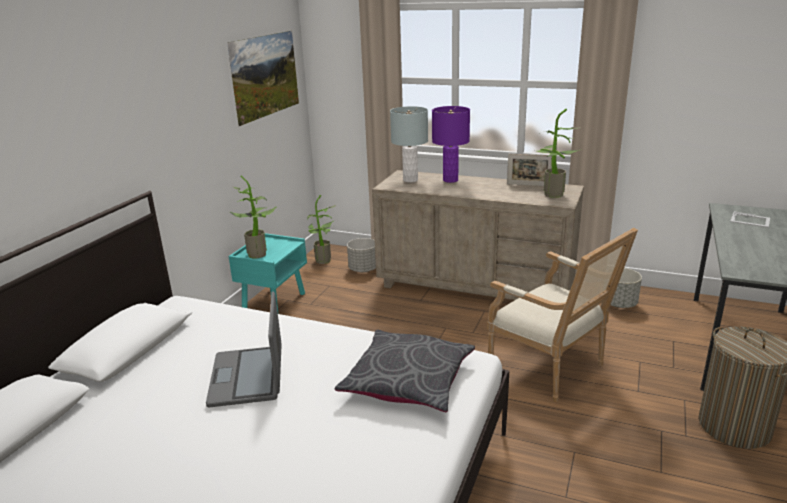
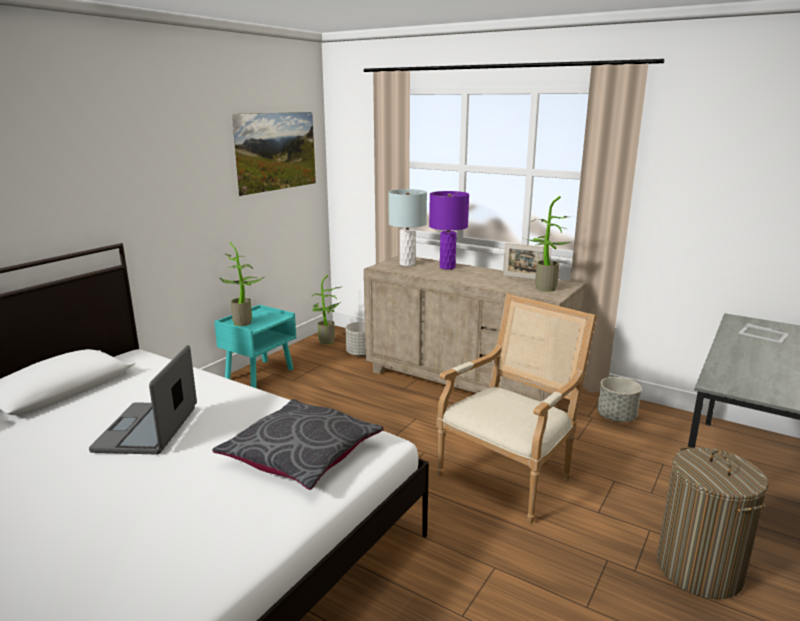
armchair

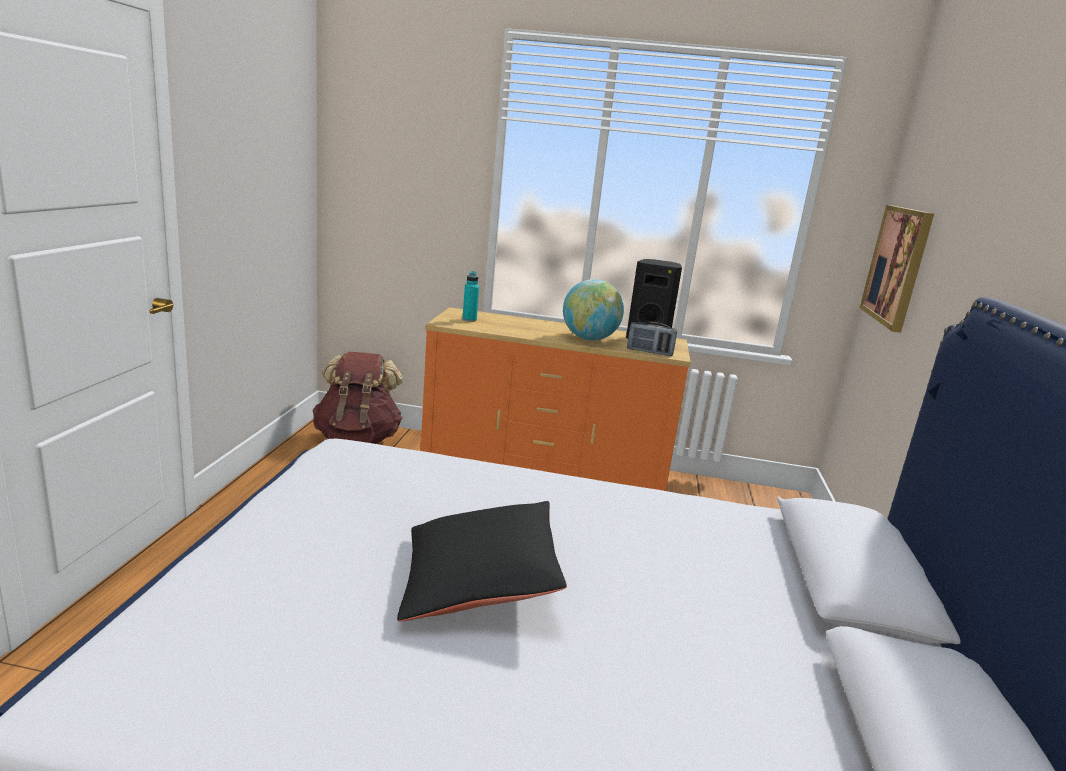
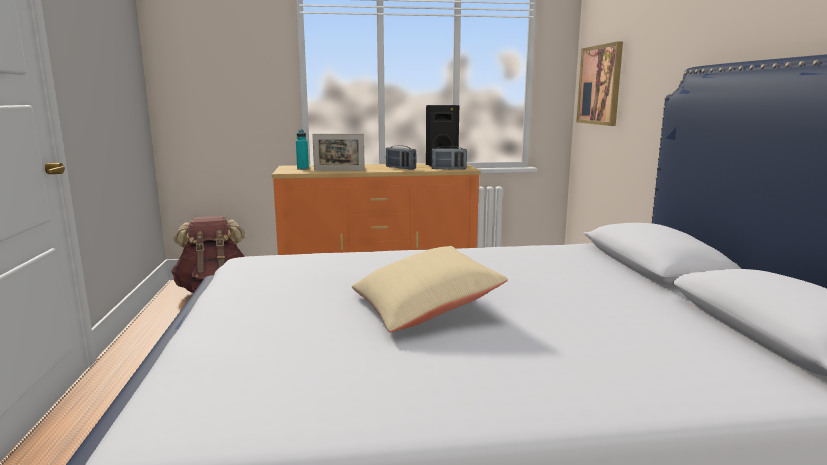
beige pillow
radio (1st from left)
picture frame

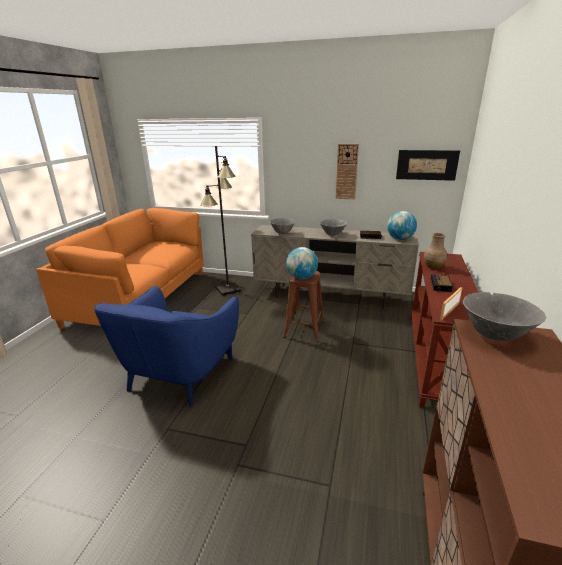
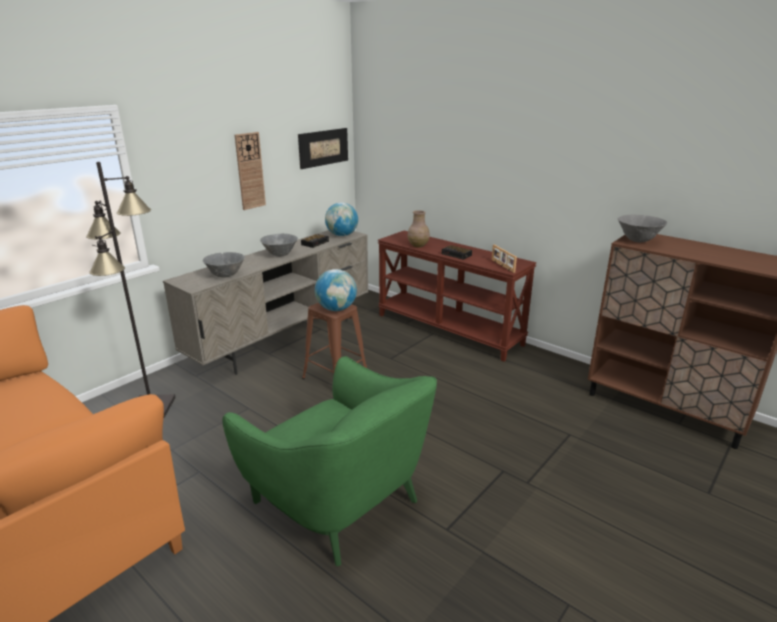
green armchair

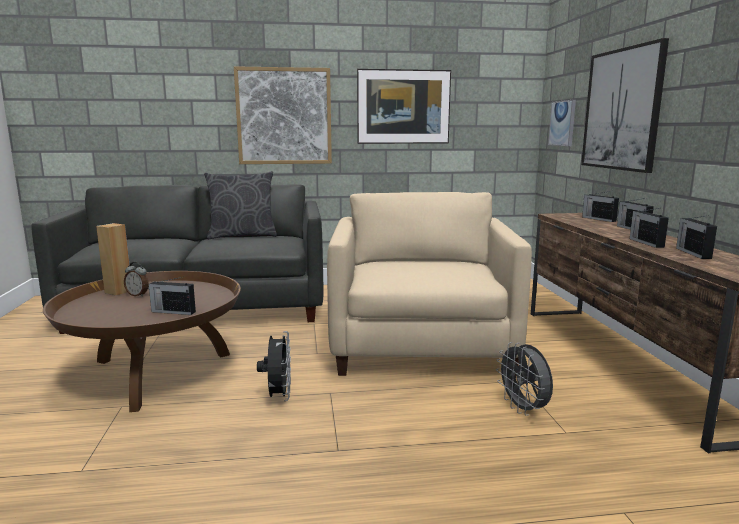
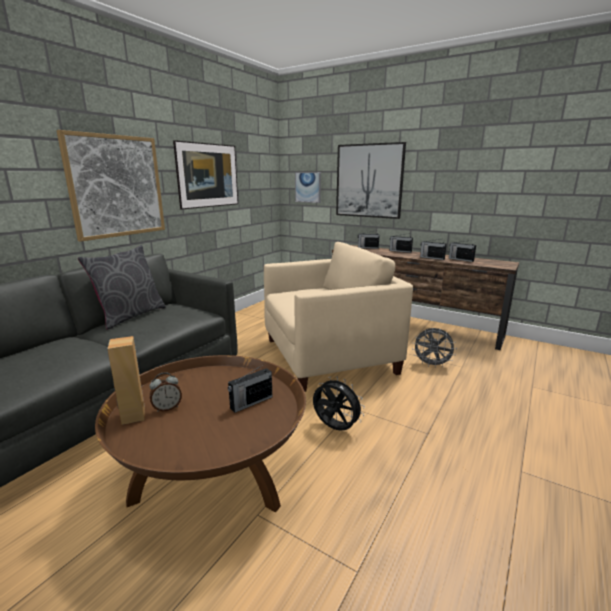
beige armchair

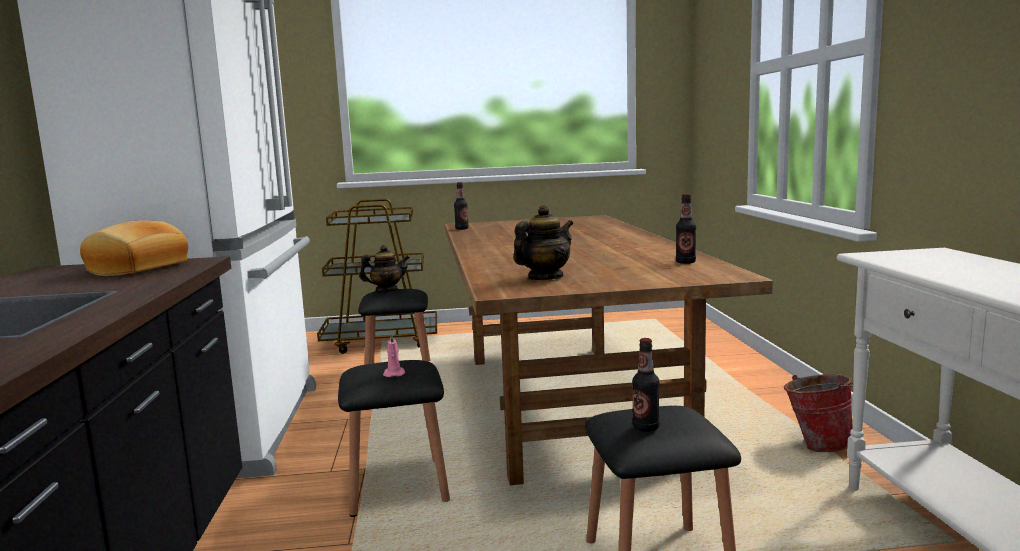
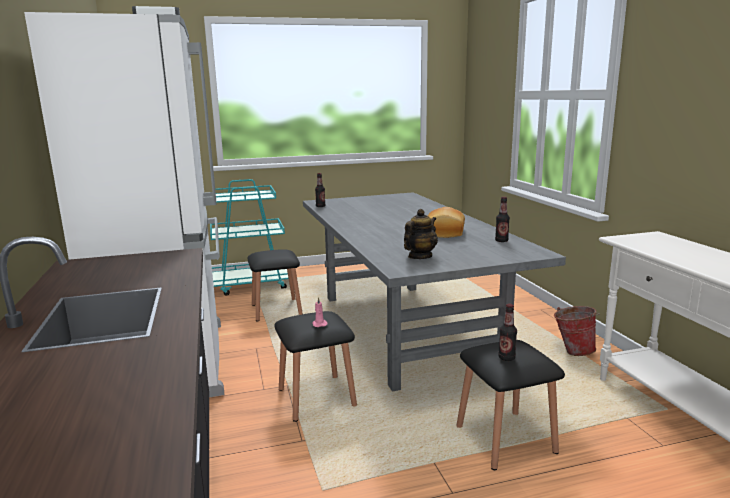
bread
turquoise cart
teapot (1st from left in the first image)
grey dining table

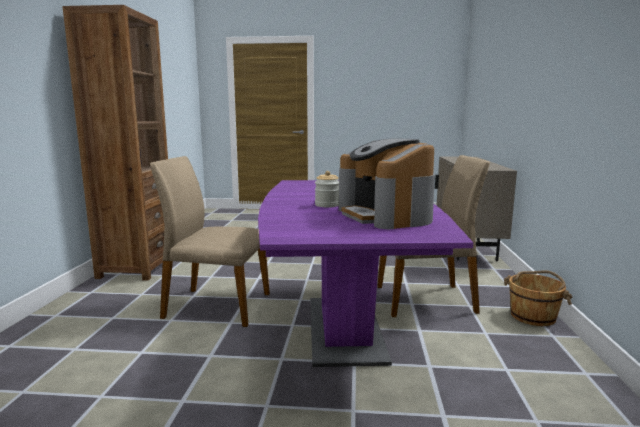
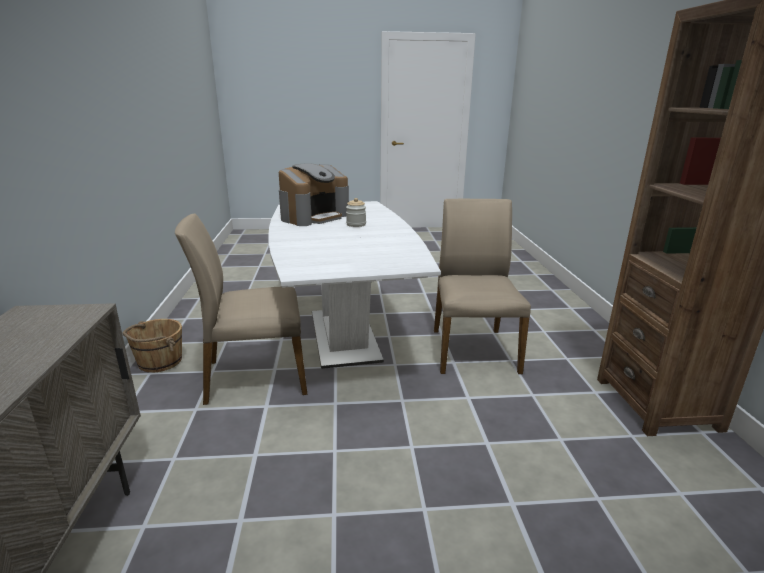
beige chair (2nd from left)
white dining table
coffee machine

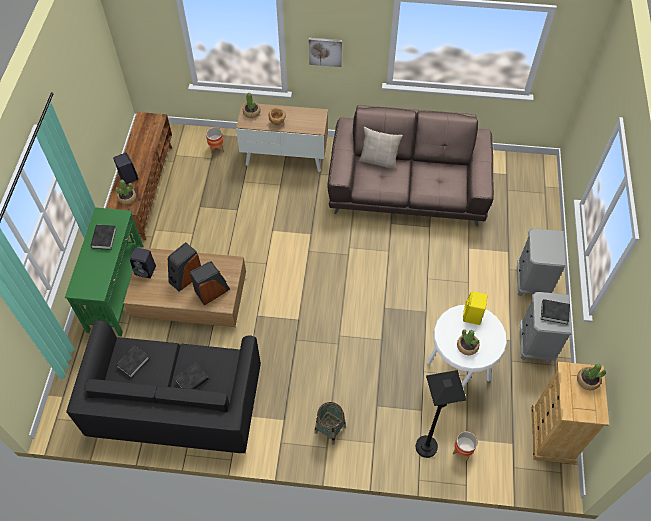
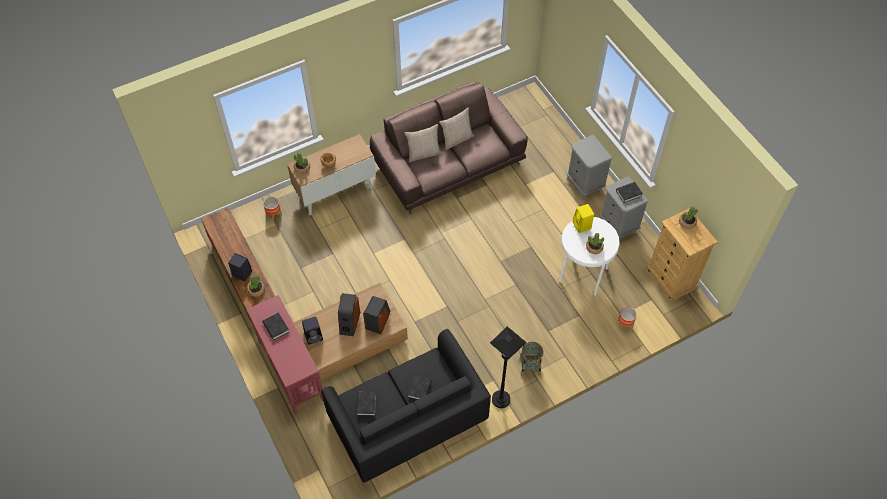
red console table
picture
black floor lamp
beige pillow (2nd from left)

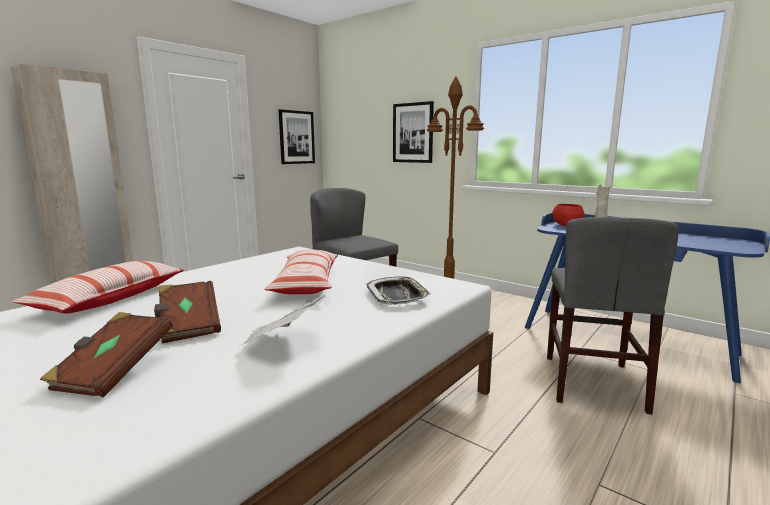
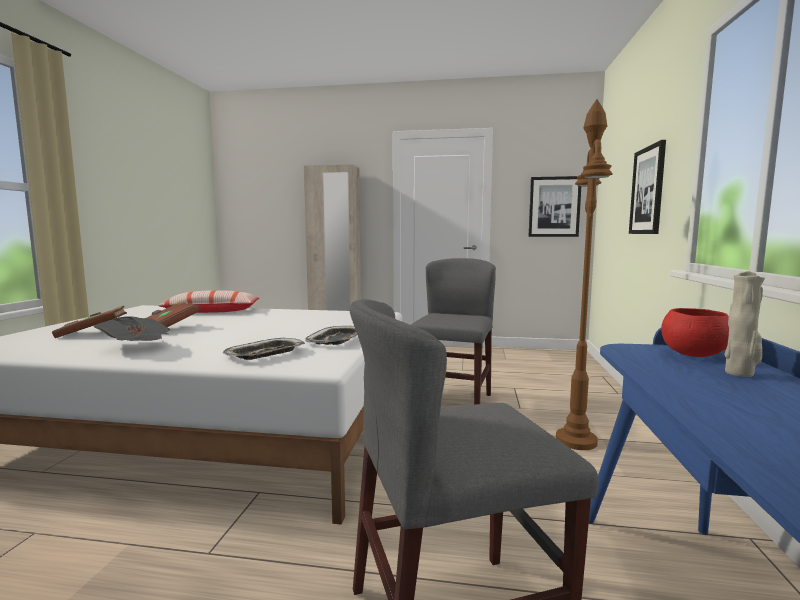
pillow (2nd from left in the first image)
tray (2nd from left)

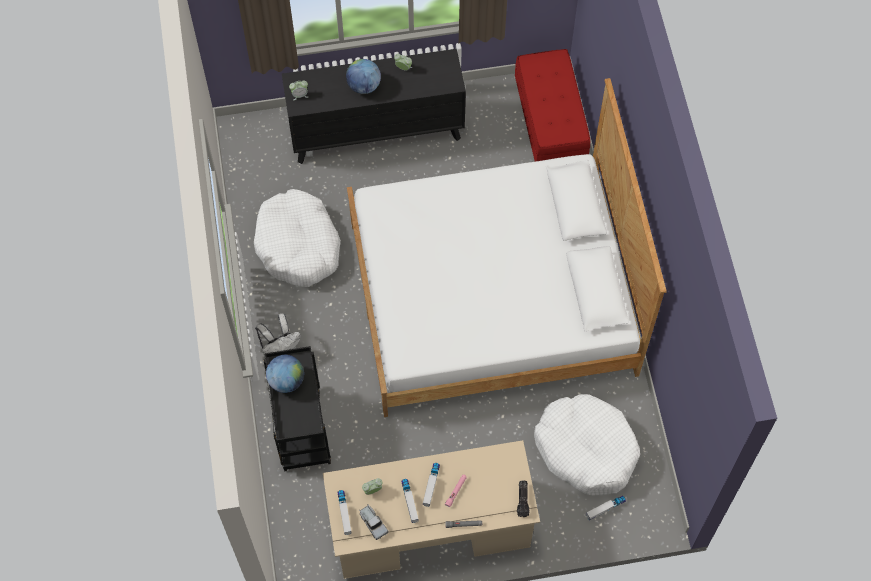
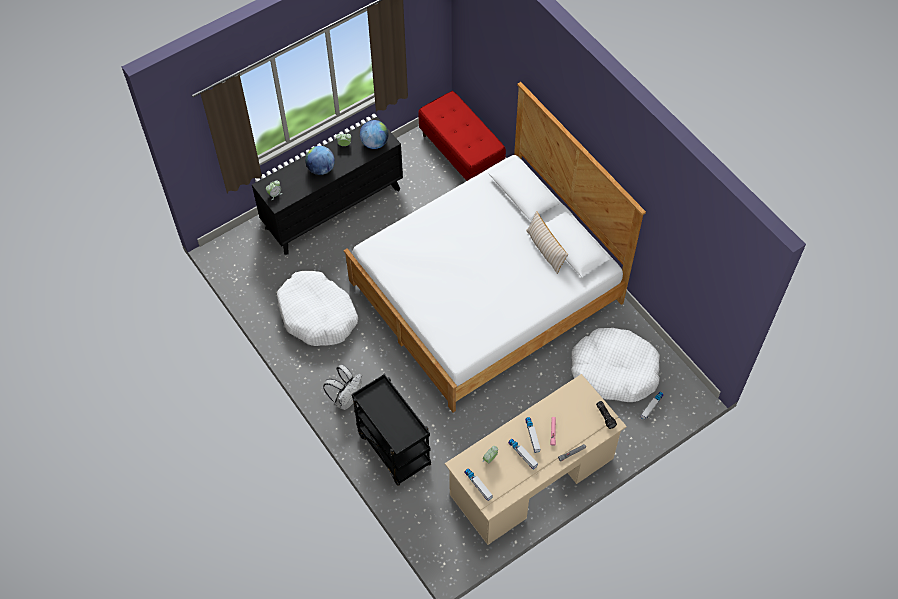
globe (2nd from left)
toy truck (2nd from left in the first image)
beige pillow

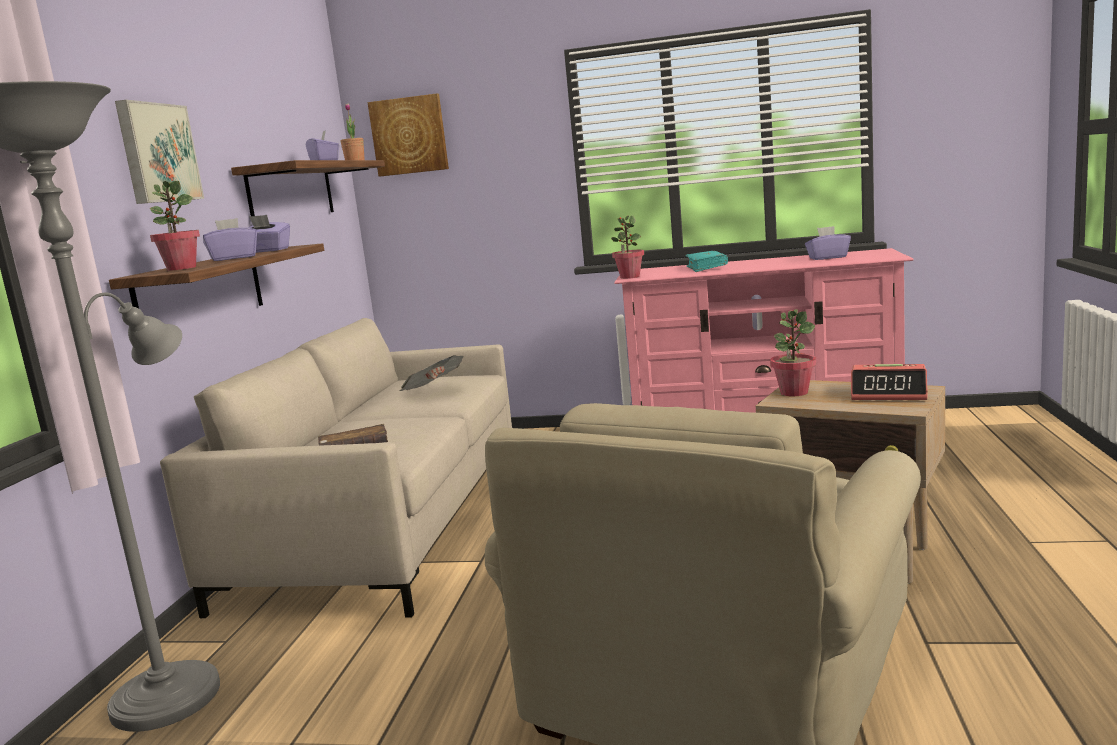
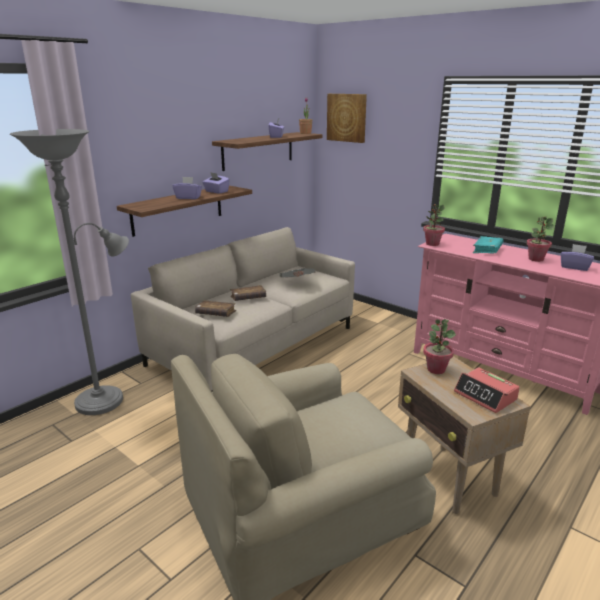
picture (1st from left in the first image)
potted plant (4th from left)
brown book (2nd from left)

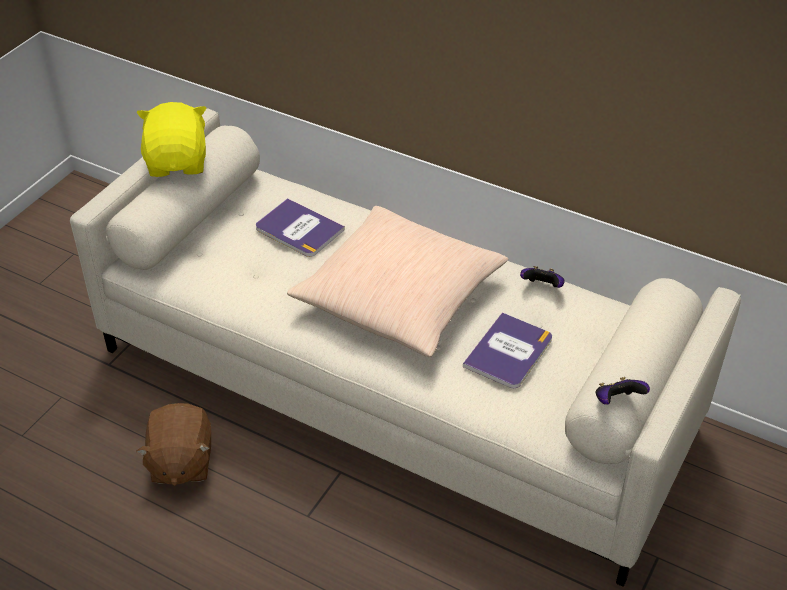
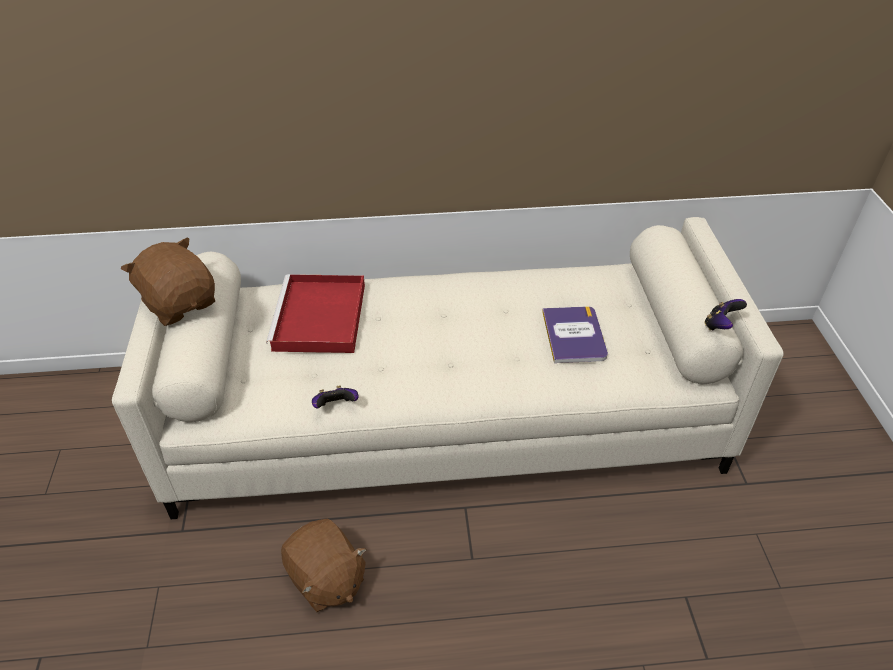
brown plush toy (1st from left)
red tray
beige pillow
game controller (1st from left)

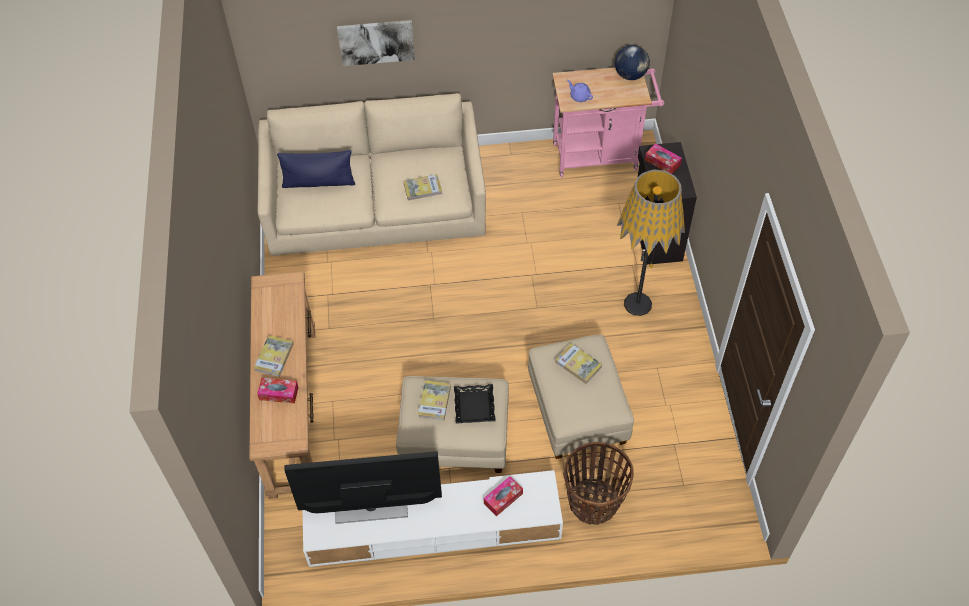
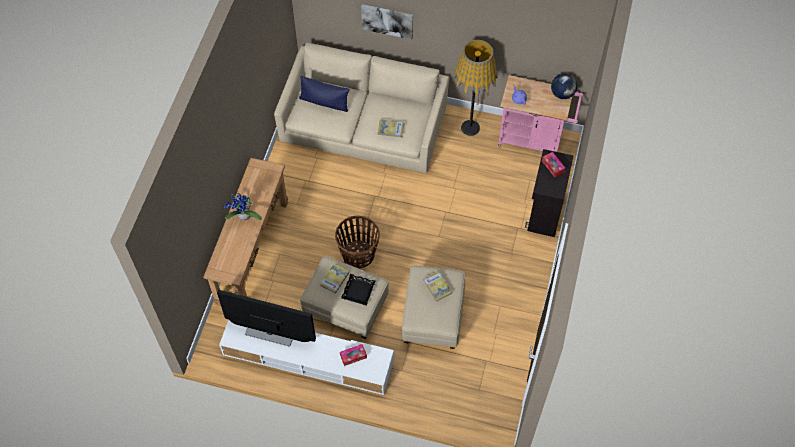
potted plant
tissue box (1st from left in the first image)
basket
floor lamp

